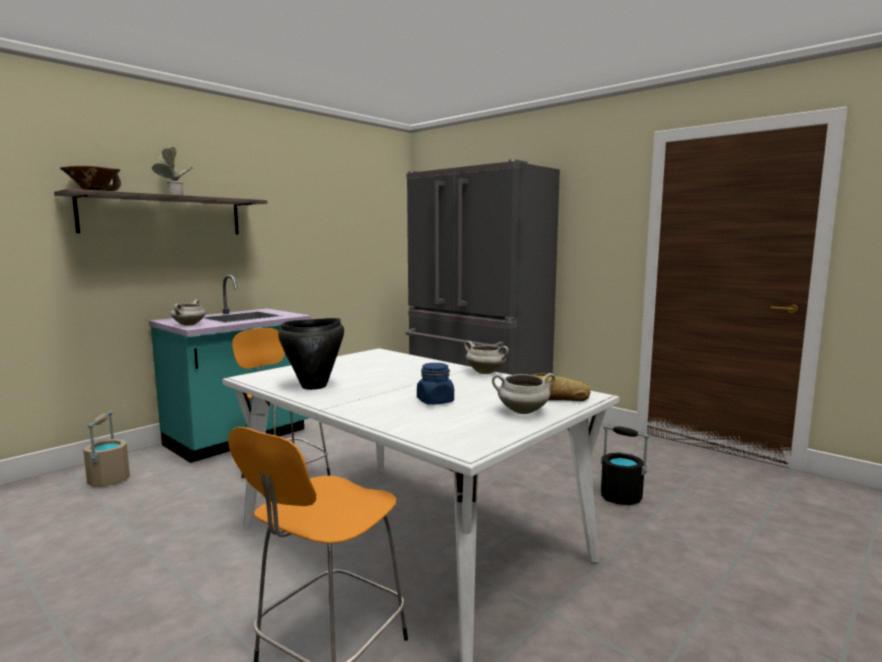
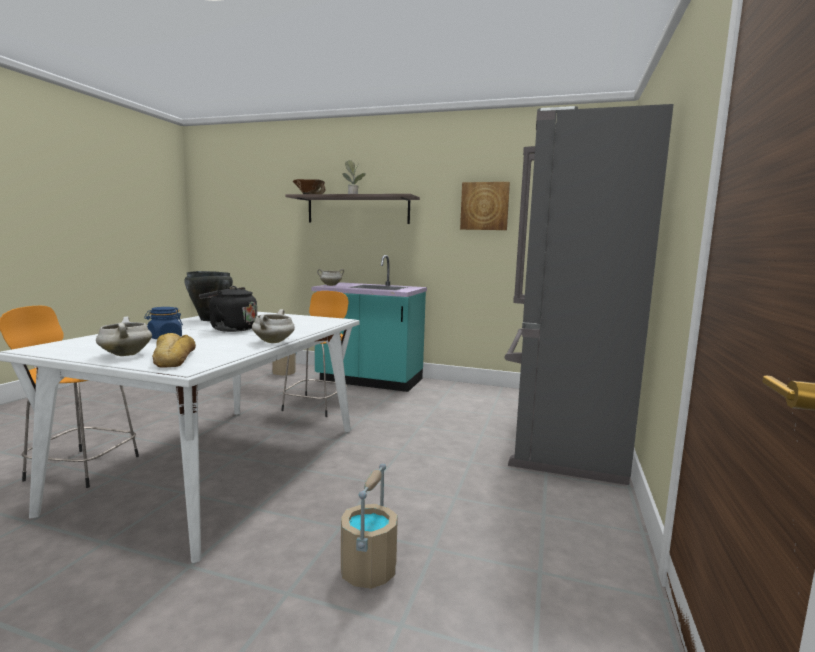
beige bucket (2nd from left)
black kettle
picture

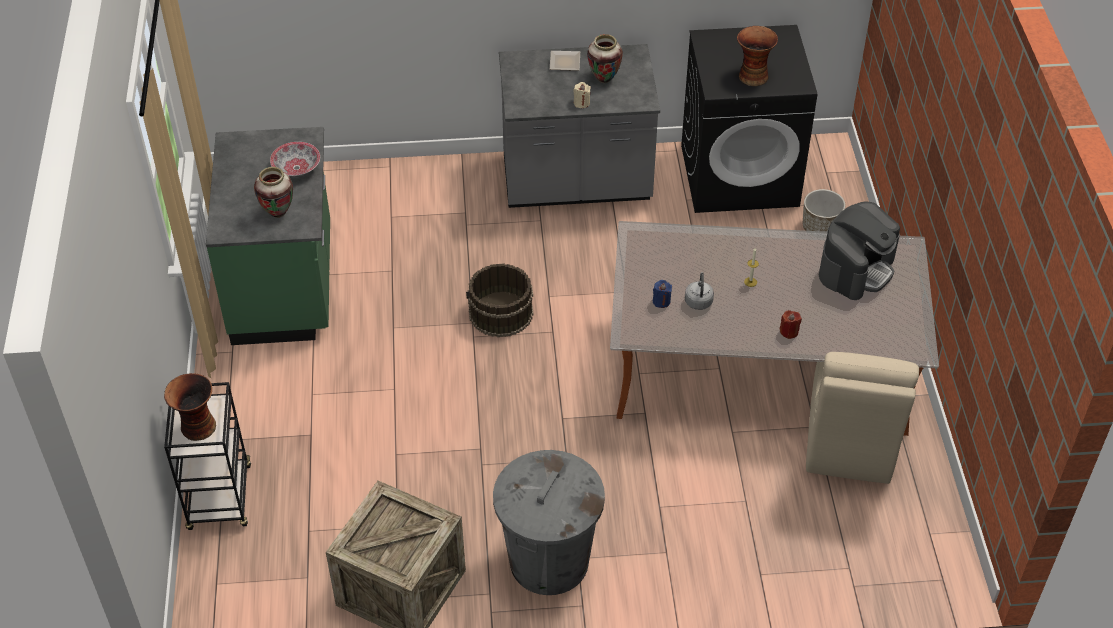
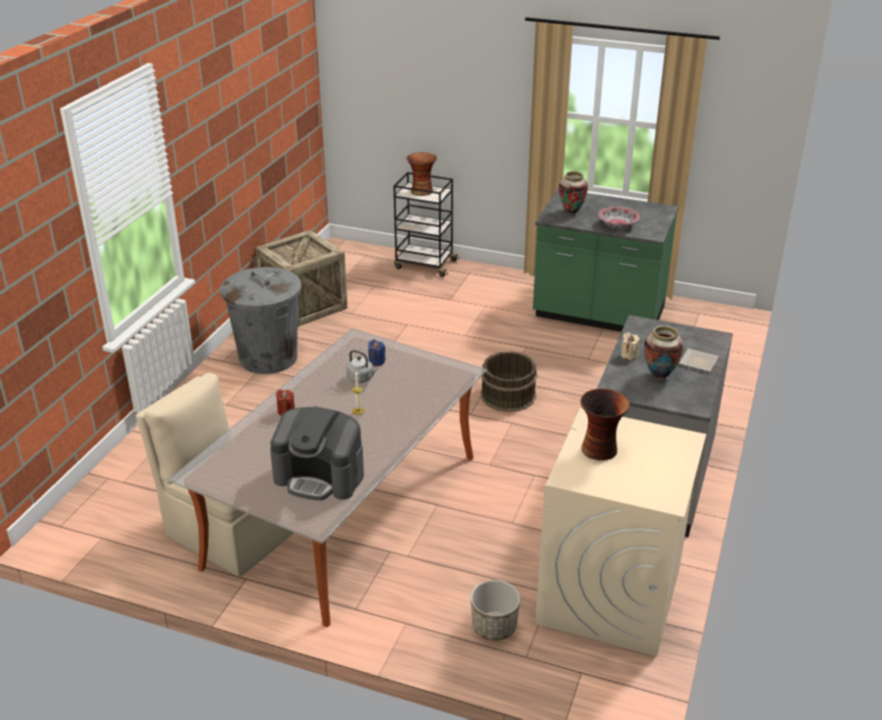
beige washing machine
coffee machine

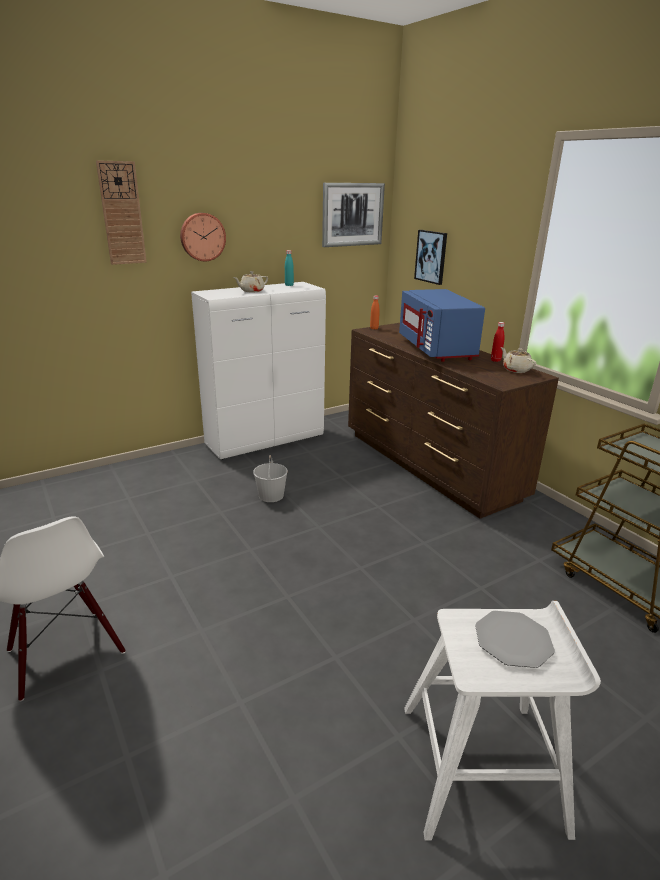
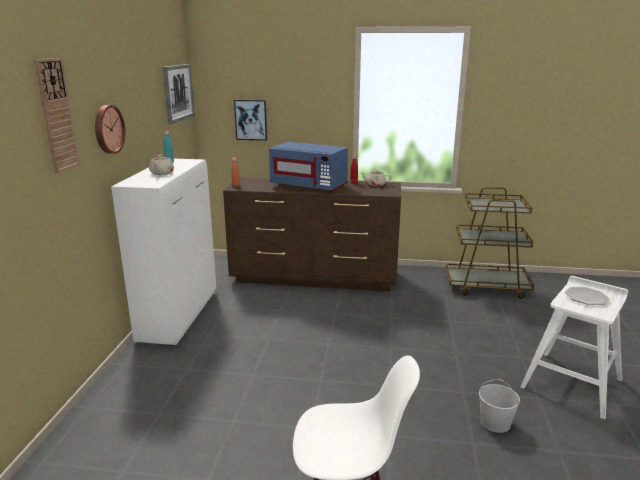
white bucket

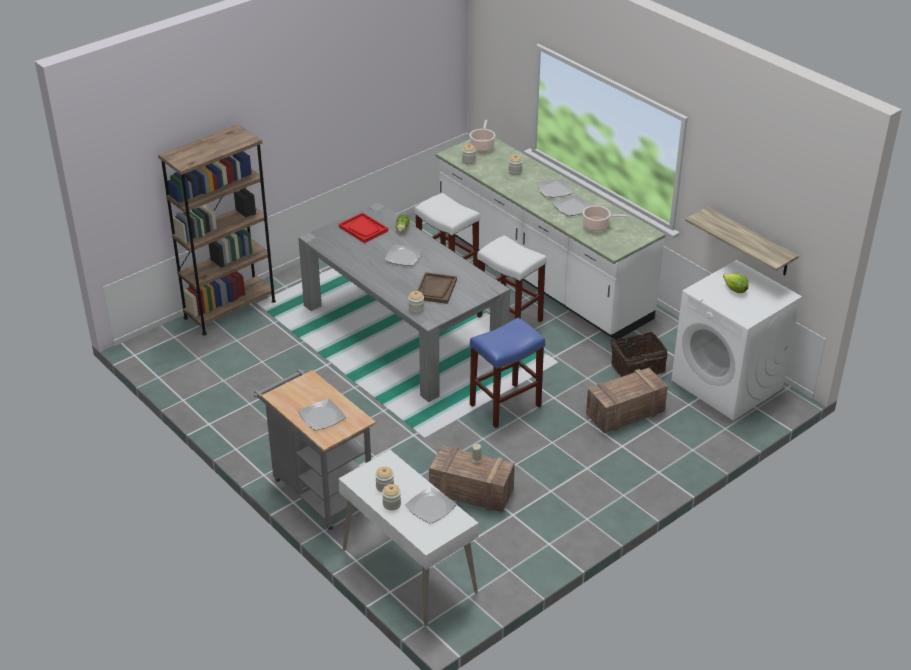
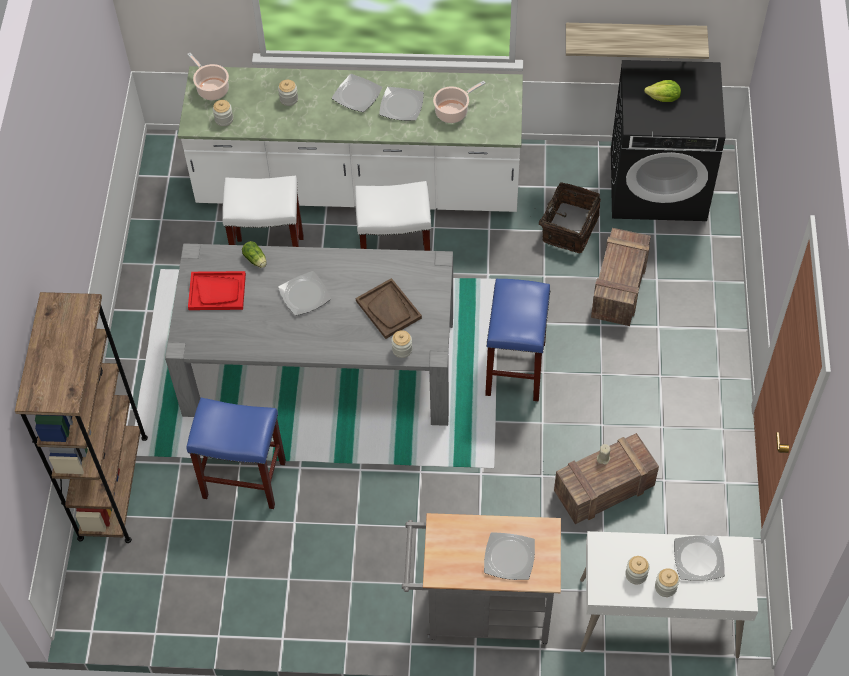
black washing machine
blue stool (1st from left)

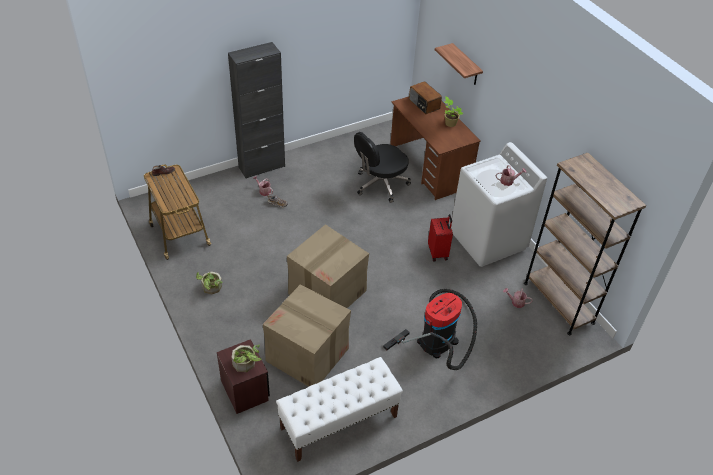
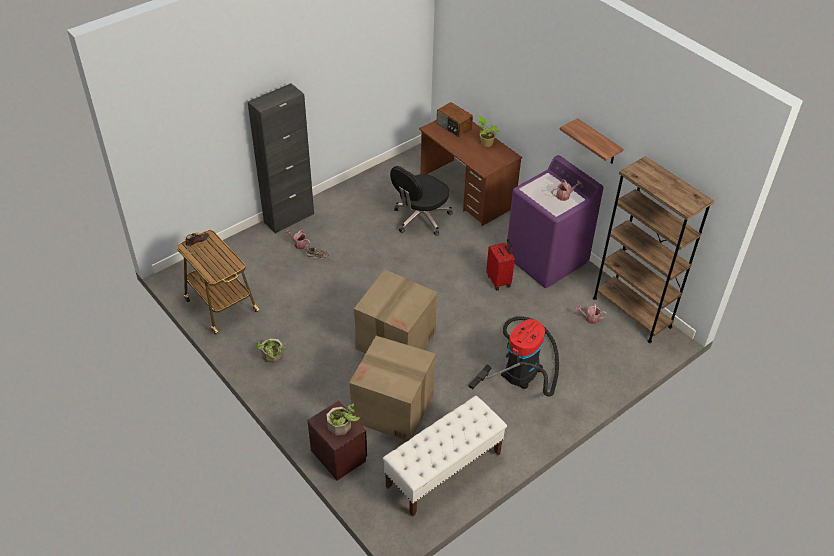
shelf
purple washing machine

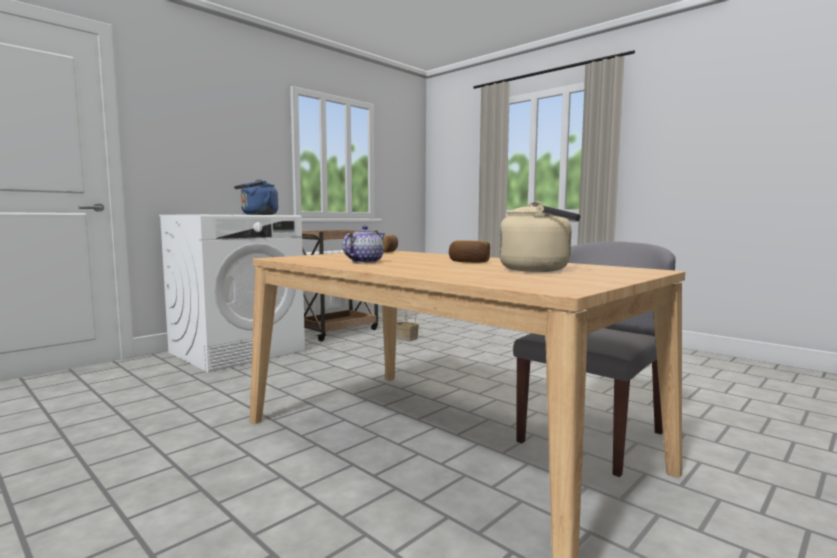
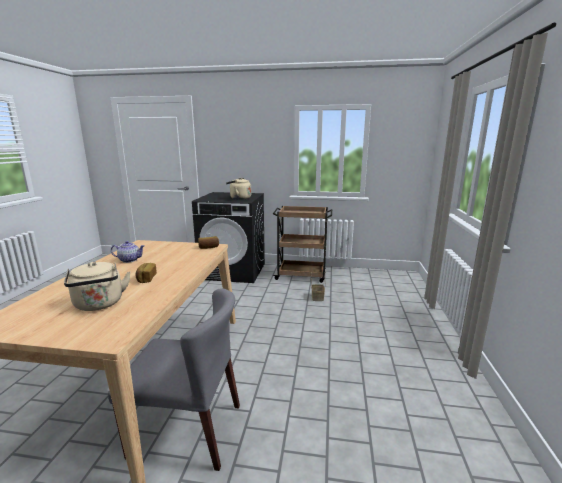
black washing machine
beige kettle (2nd from left)

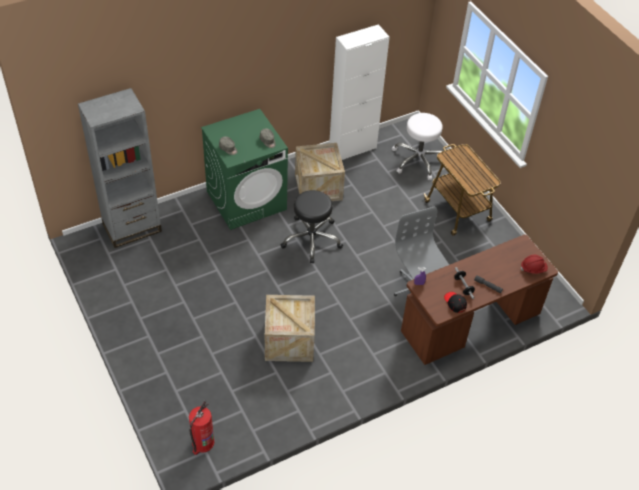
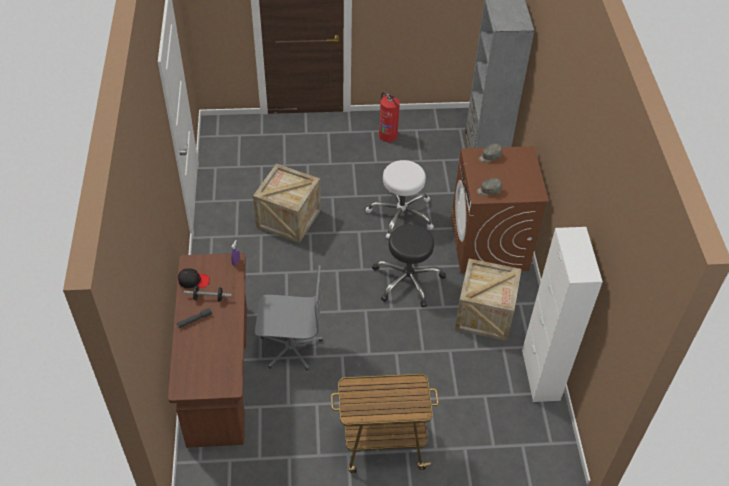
fire extinguisher
brown washing machine
white stool
red hard hat

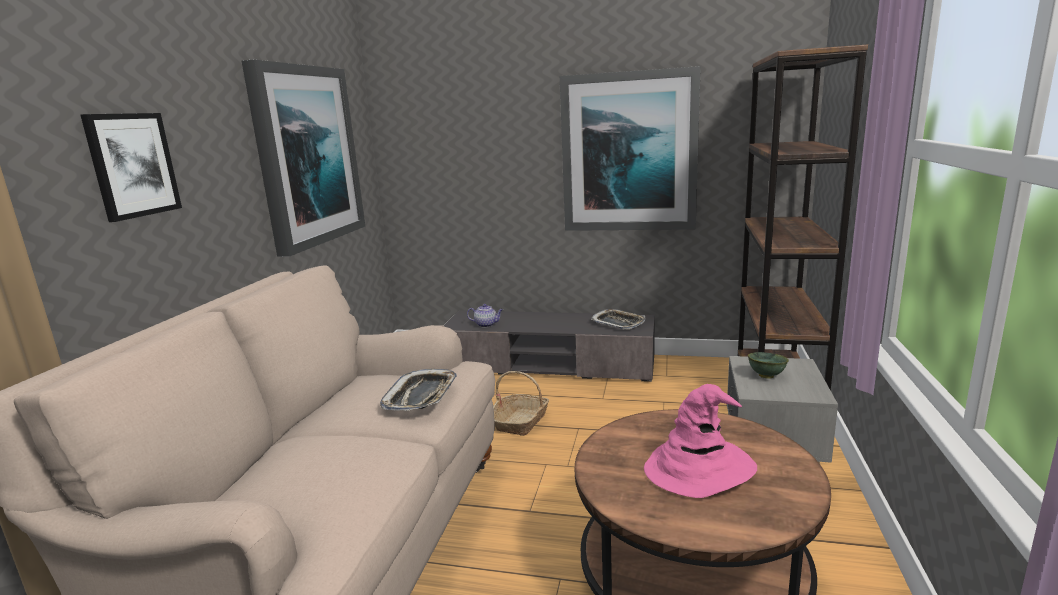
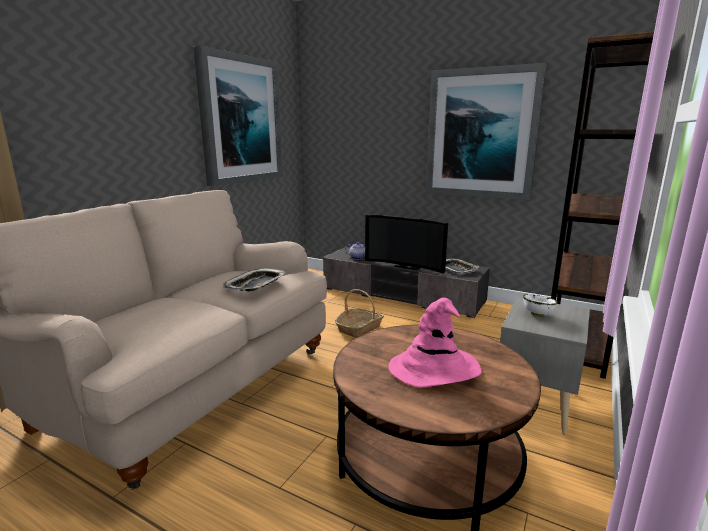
picture (1st from left in the first image)
white bowl
television

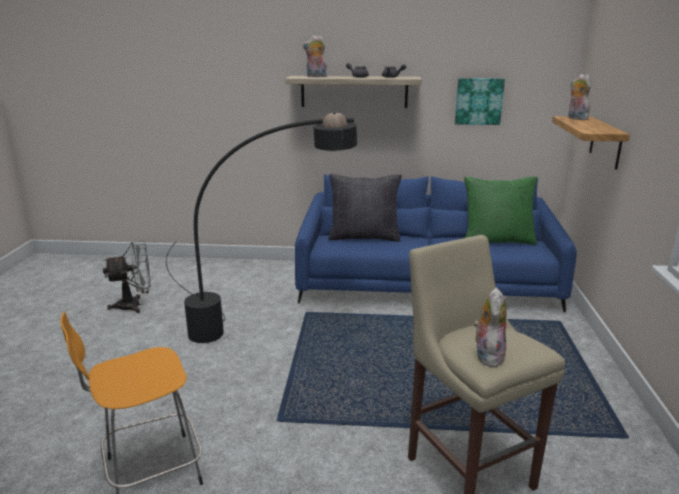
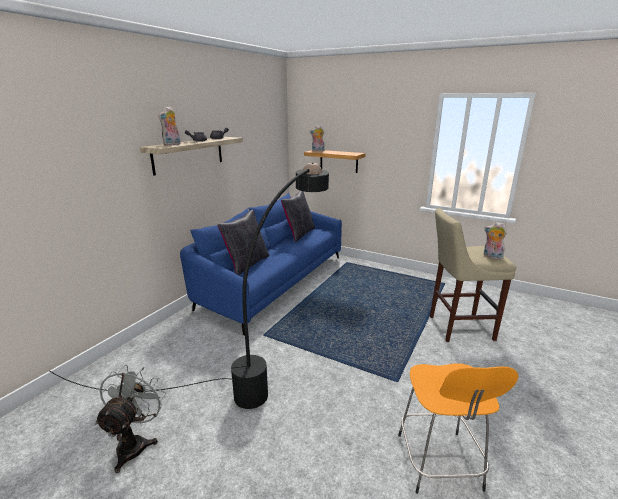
picture
black pillow (2nd from left)

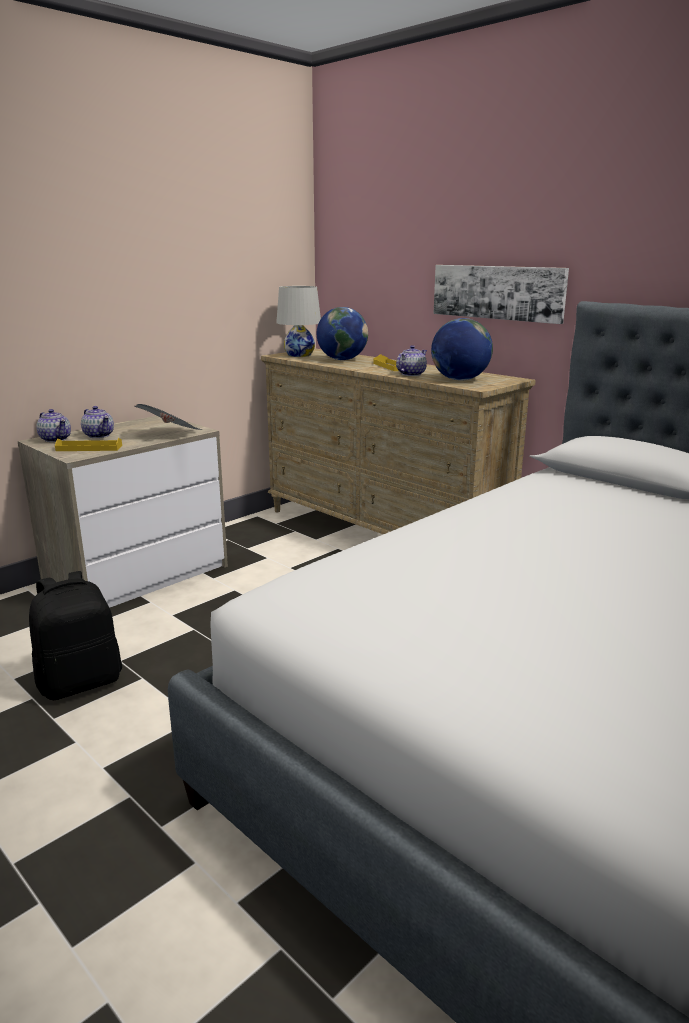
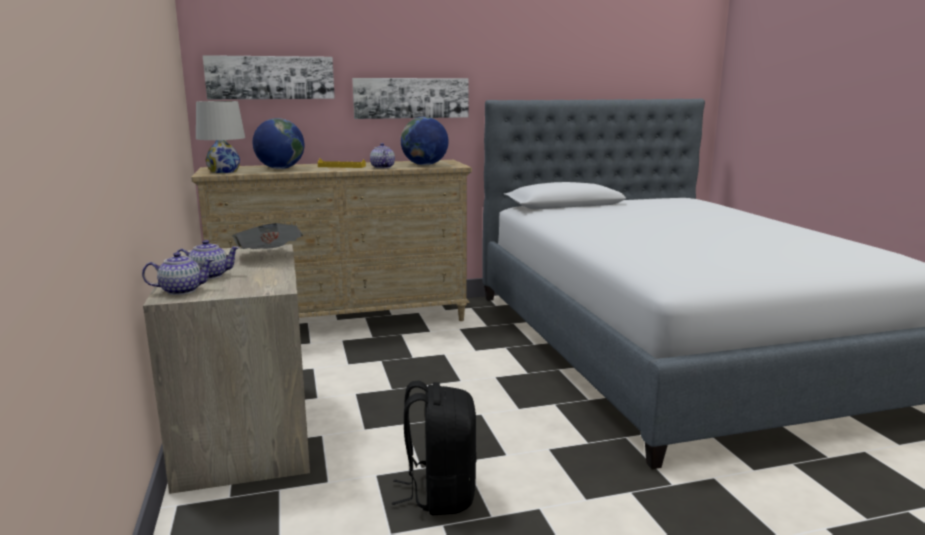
yellow tray (1st from left in the first image)
picture (1st from left)

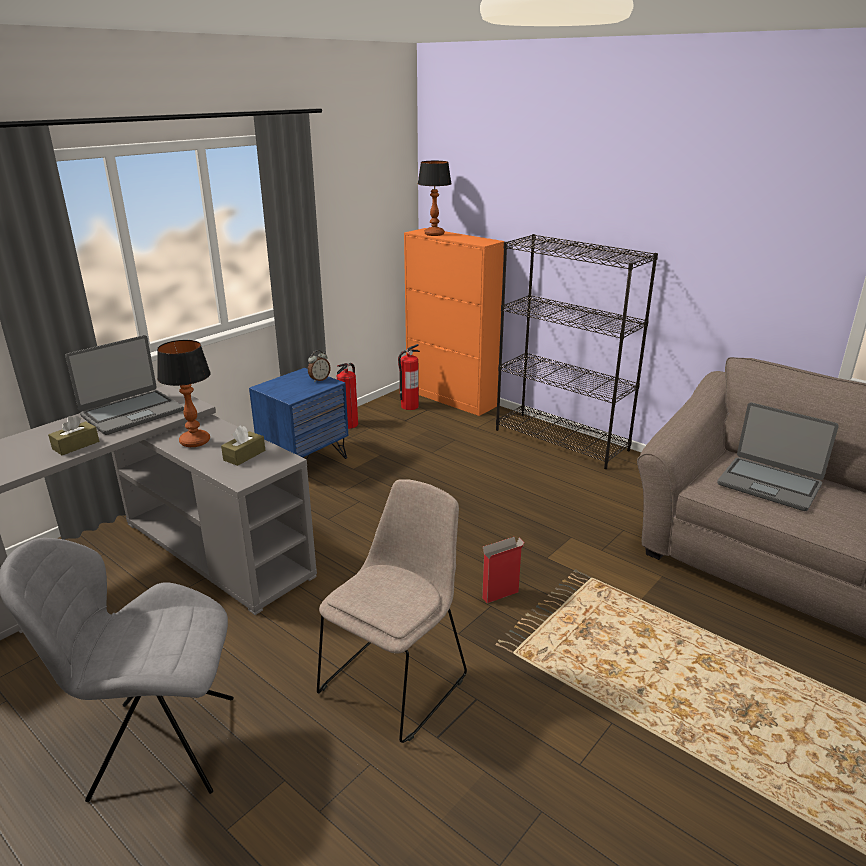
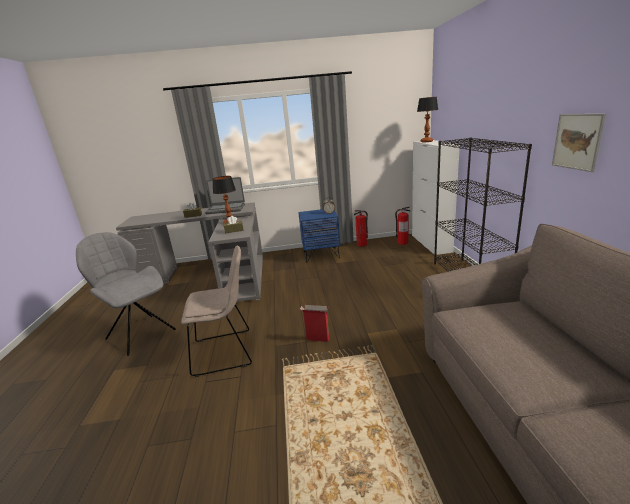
white cabinet
laptop (2nd from left in the first image)
picture

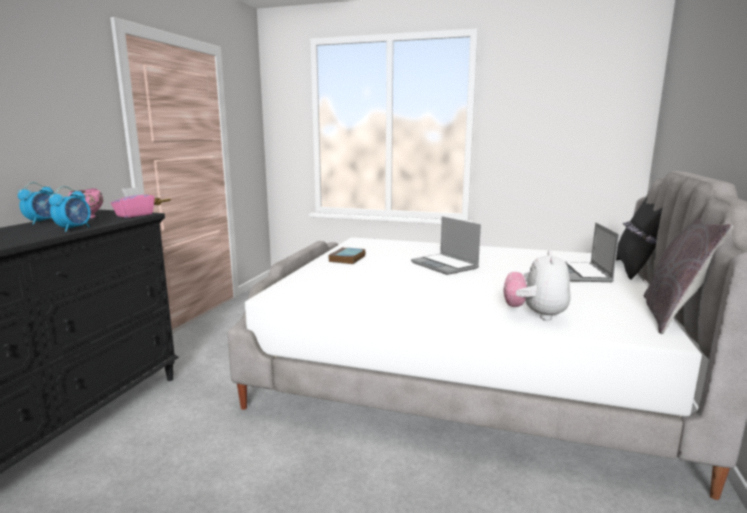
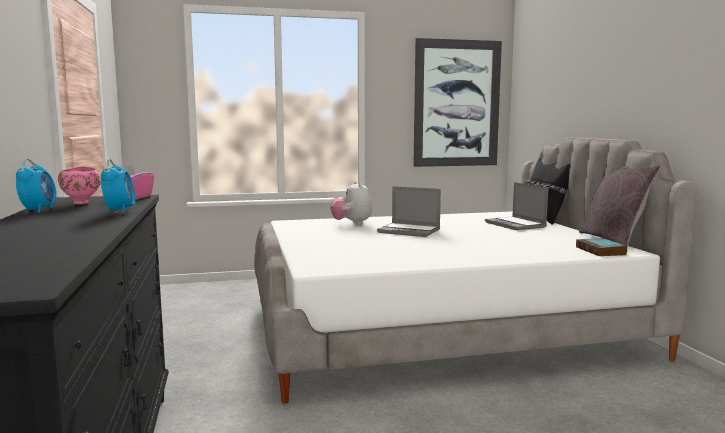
book
plush toy
picture

